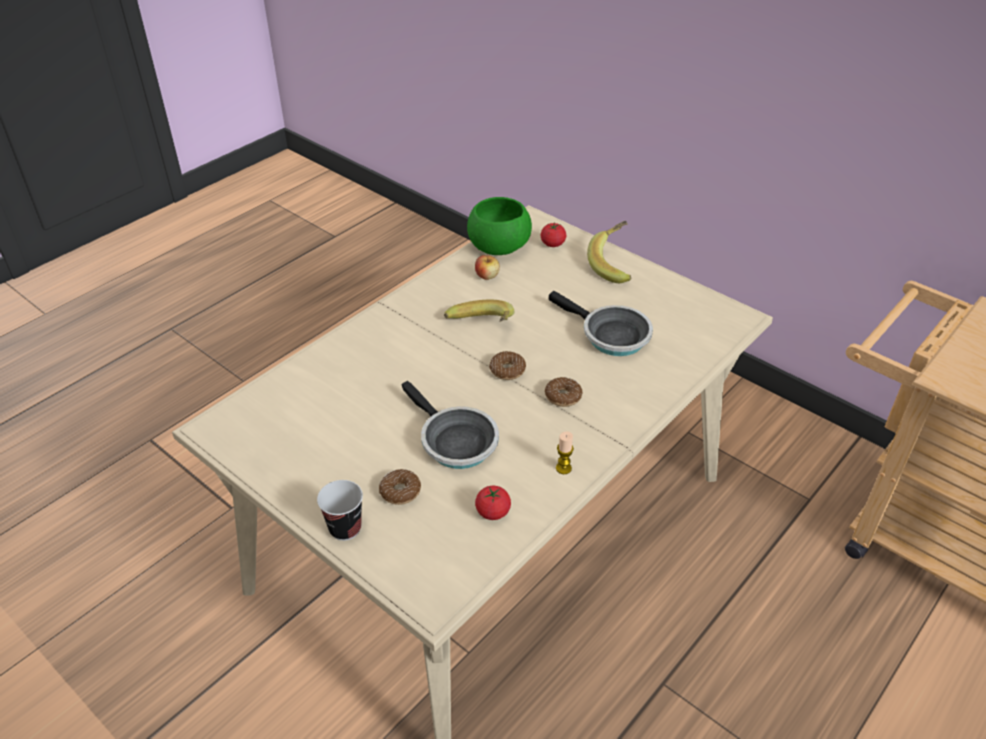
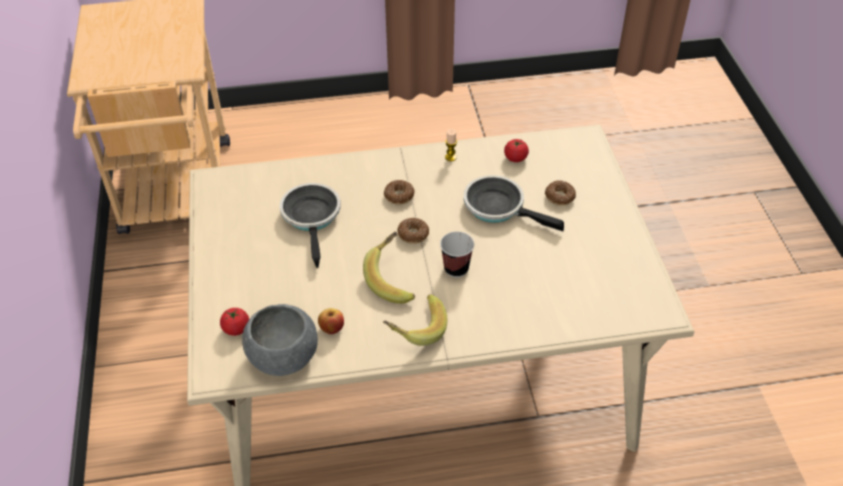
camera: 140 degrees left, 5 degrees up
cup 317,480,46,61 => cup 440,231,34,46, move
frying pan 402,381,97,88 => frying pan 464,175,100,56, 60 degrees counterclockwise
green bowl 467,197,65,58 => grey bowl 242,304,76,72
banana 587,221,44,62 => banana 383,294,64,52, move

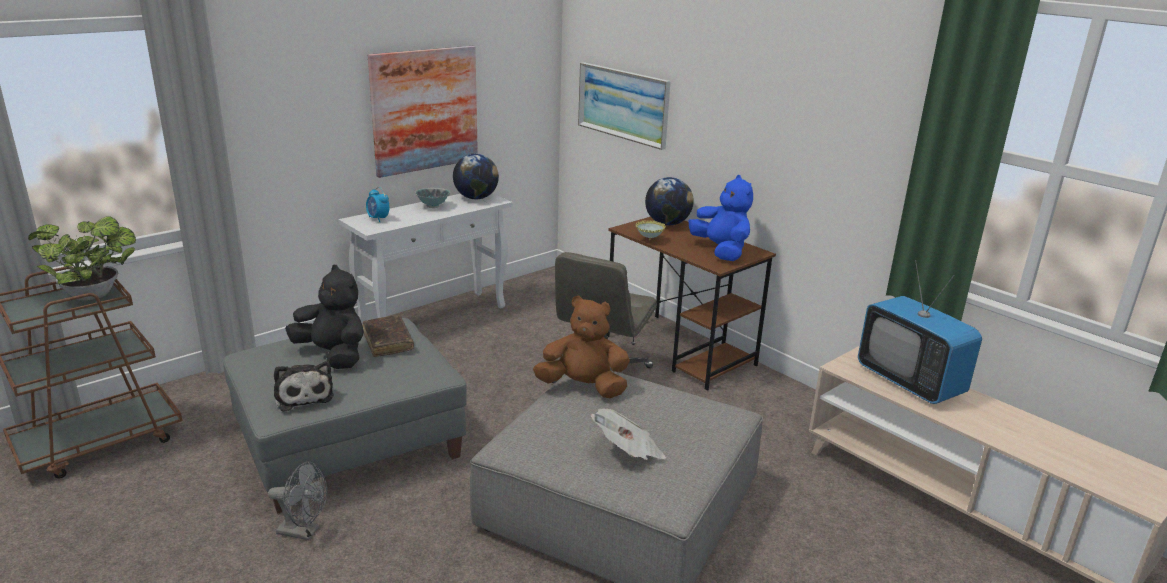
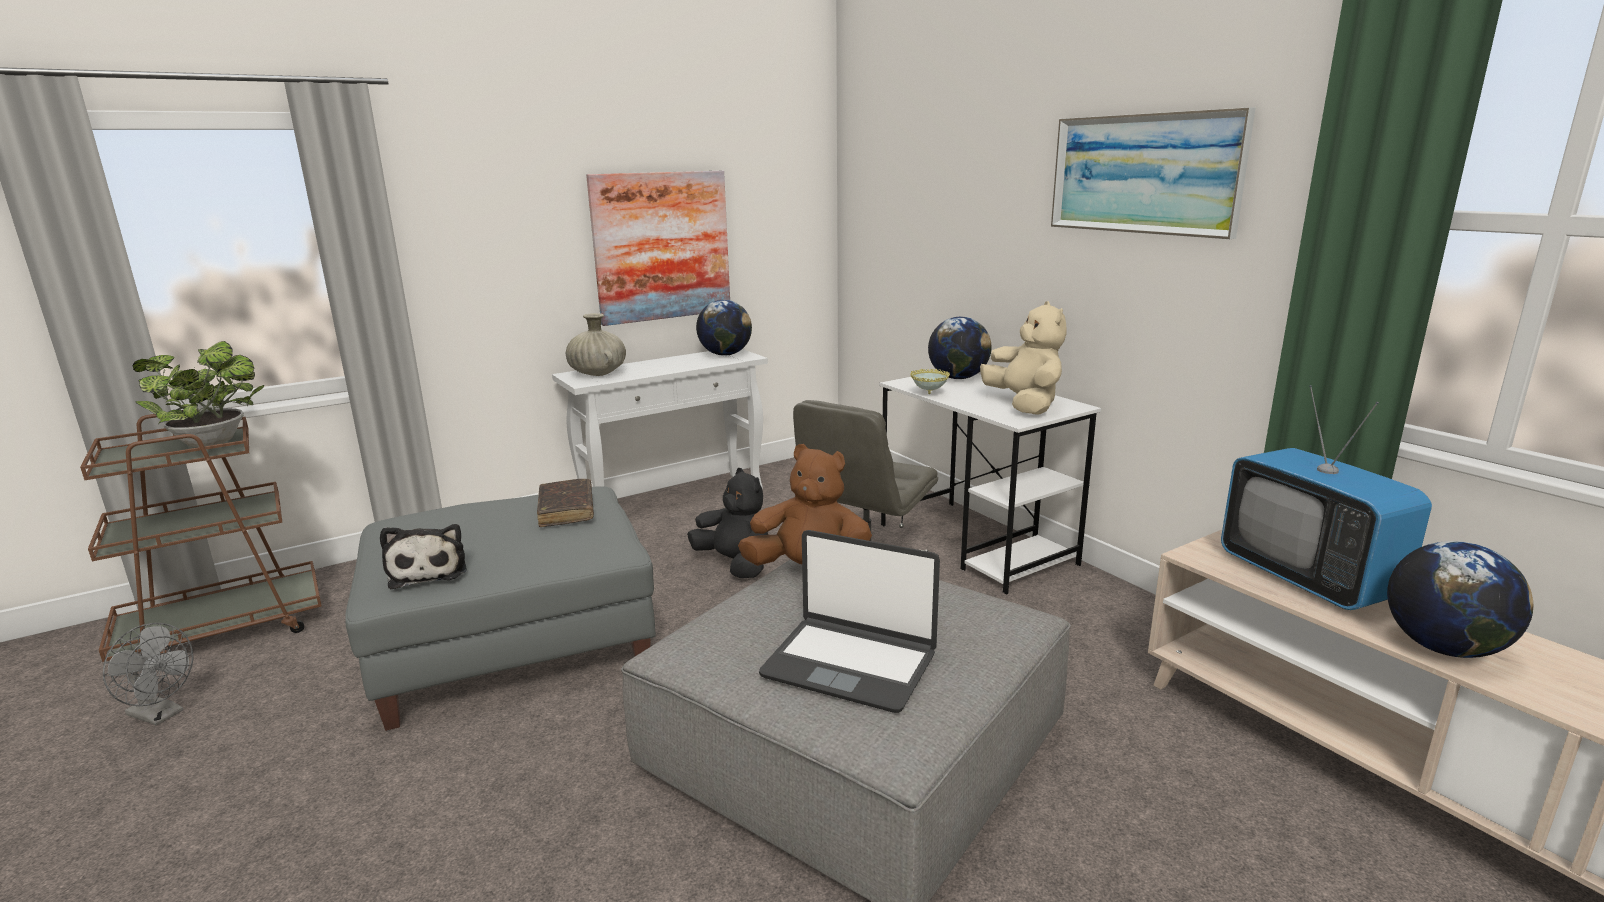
camera: 10 degrees right, 5 degrees down
grey fan 268,462,59,78 => grey fan 103,623,91,103, move
black plush toy 285,265,79,104 => black plush toy 687,468,81,110, move
alarm clock 366,187,23,35 => beige vase 566,313,60,63
bowl 415,188,35,20 => nothing
picture 578,62,93,88 => picture 1051,107,205,132, move
newspaper 591,409,75,51 => laptop 759,530,181,183
brown desk 607,217,169,173 => white desk 879,374,222,220
blue plush toy 688,175,65,86 => beige plush toy 980,301,87,114
nothing => globe 1387,541,146,117

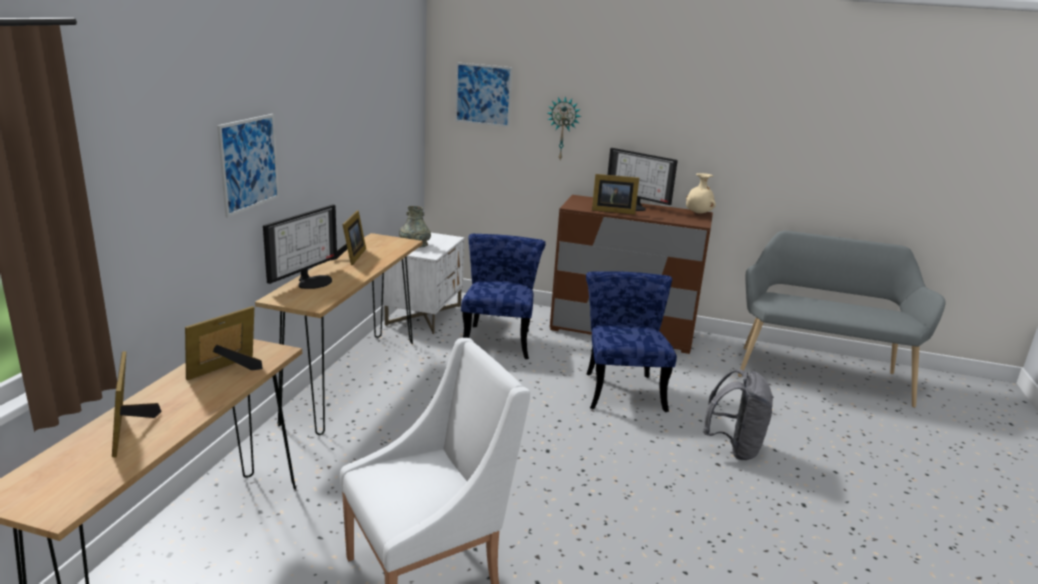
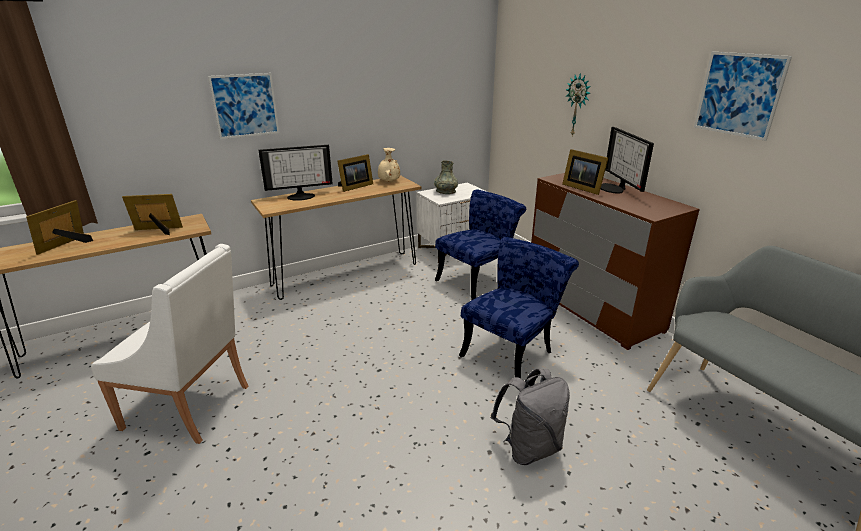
camera: 45 degrees right, 5 degrees up
picture 455,62,58,65 => picture 694,51,98,90, move
beige vase 686,173,30,41 => beige vase 378,148,22,34, move

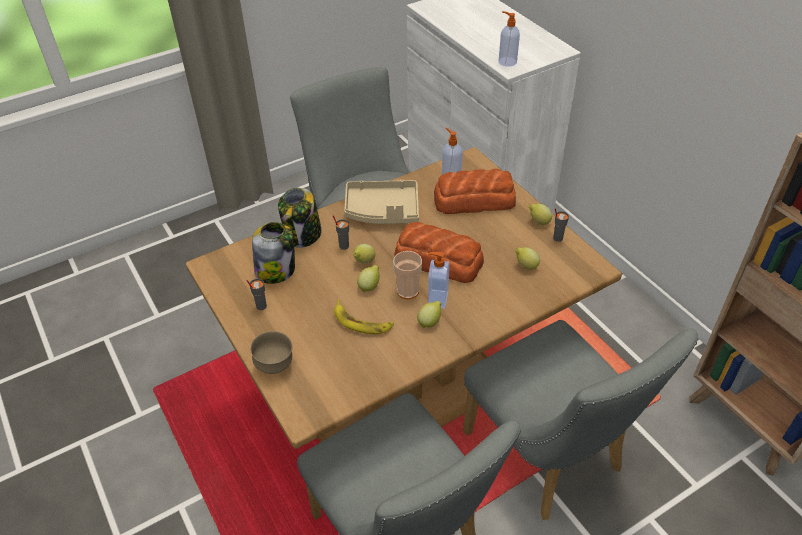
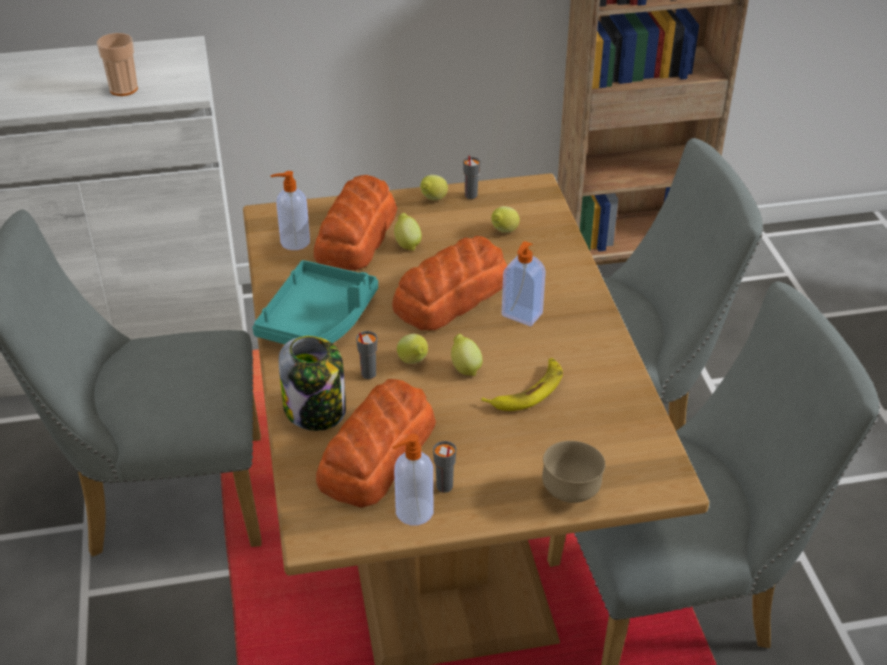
camera: 70 degrees left, 5 degrees down
jar 252,222,43,62 => bread 316,379,120,129
beige tray 344,180,75,44 => turquoise tray 252,260,126,84
cup 393,251,29,48 => cup 97,33,41,63, move
lemon 417,301,25,27 => lemon 394,213,28,37, move
soap dispenser 499,11,21,55 => soap dispenser 392,434,41,91, move

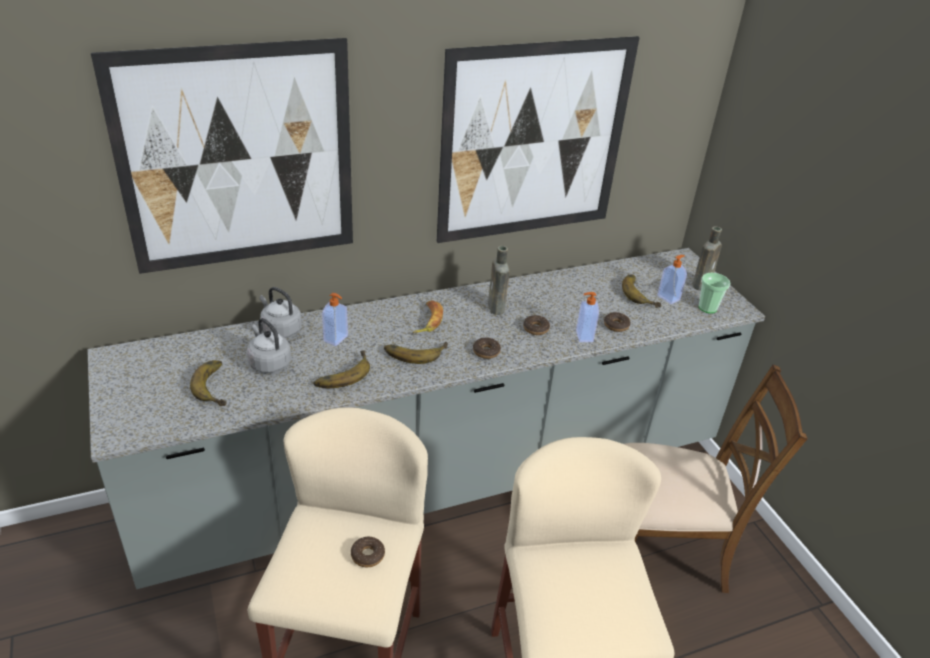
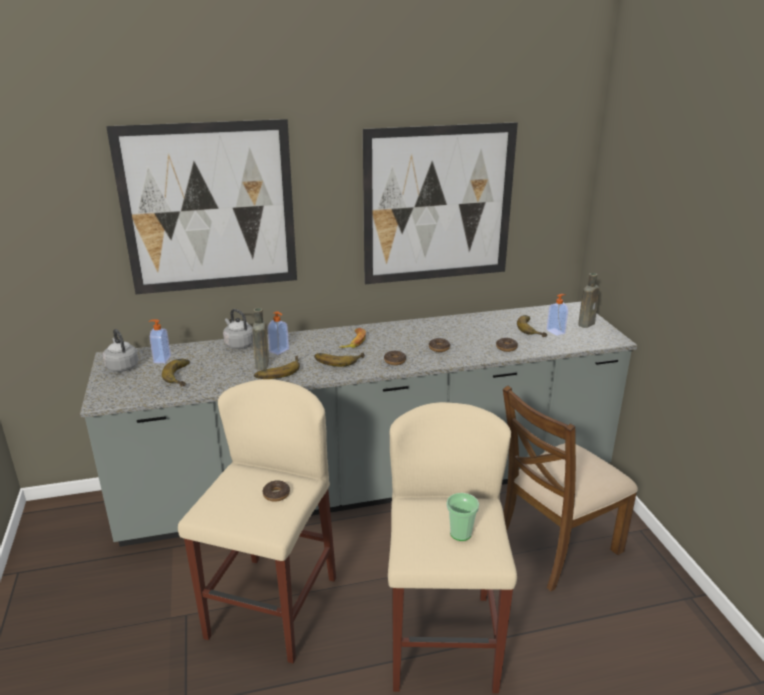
camera: 10 degrees right, 10 degrees down
grey kettle 247,318,44,55 => grey kettle 103,329,36,43, move
brown bottle 488,246,22,69 => brown bottle 252,308,17,62, move
soap dispenser 576,292,23,50 => soap dispenser 149,319,22,44, move
brown chair 625,364,183,229 => brown chair 503,385,135,206, 135 degrees clockwise
cup 699,273,32,40 => cup 447,493,32,48, move

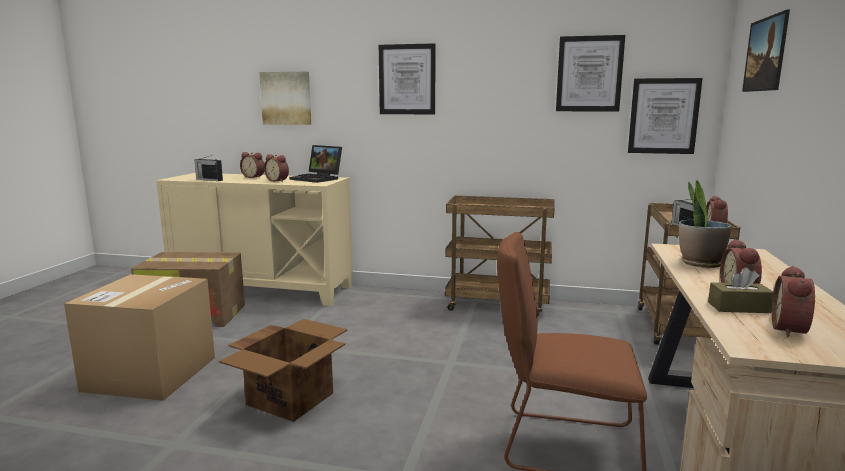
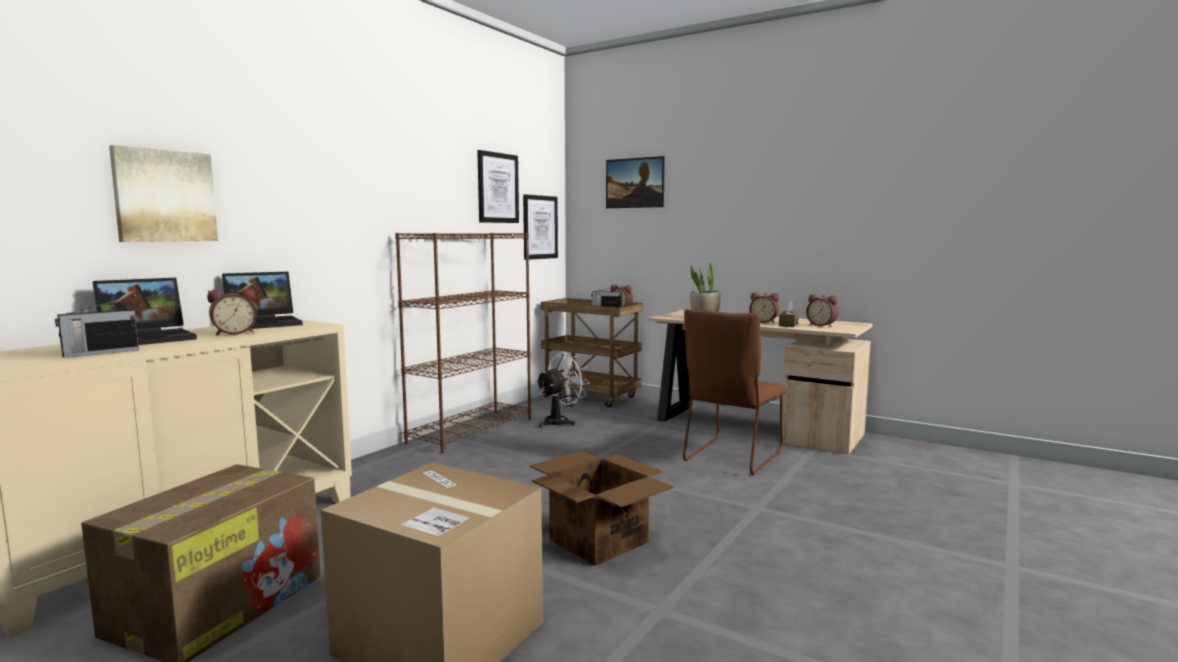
camera: 70 degrees left, 5 degrees down
alarm clock 240,152,24,26 => laptop 92,278,105,67
picture 379,43,57,71 => nothing
brown cart 445,196,110,120 => brown bookcase 395,233,136,220
nothing => white fan 536,353,54,75

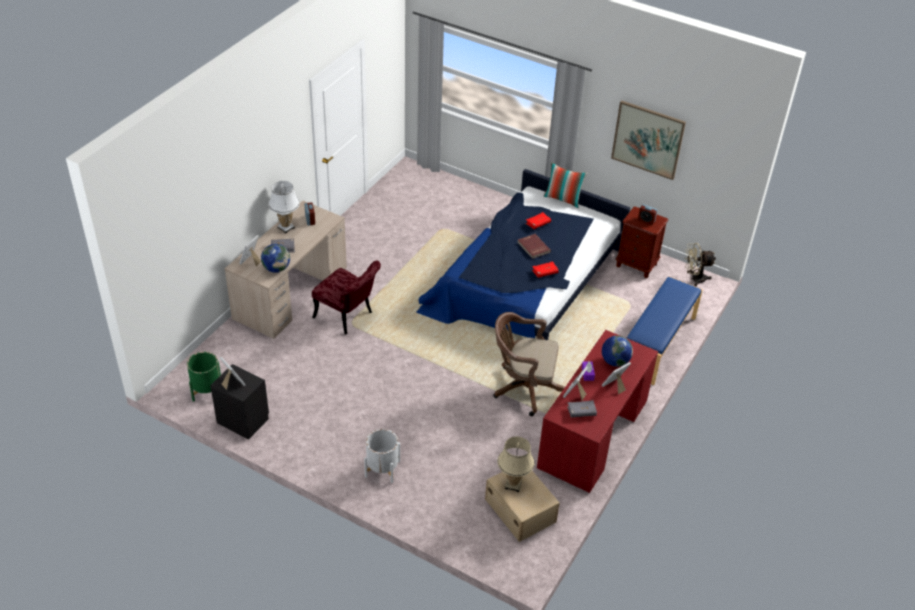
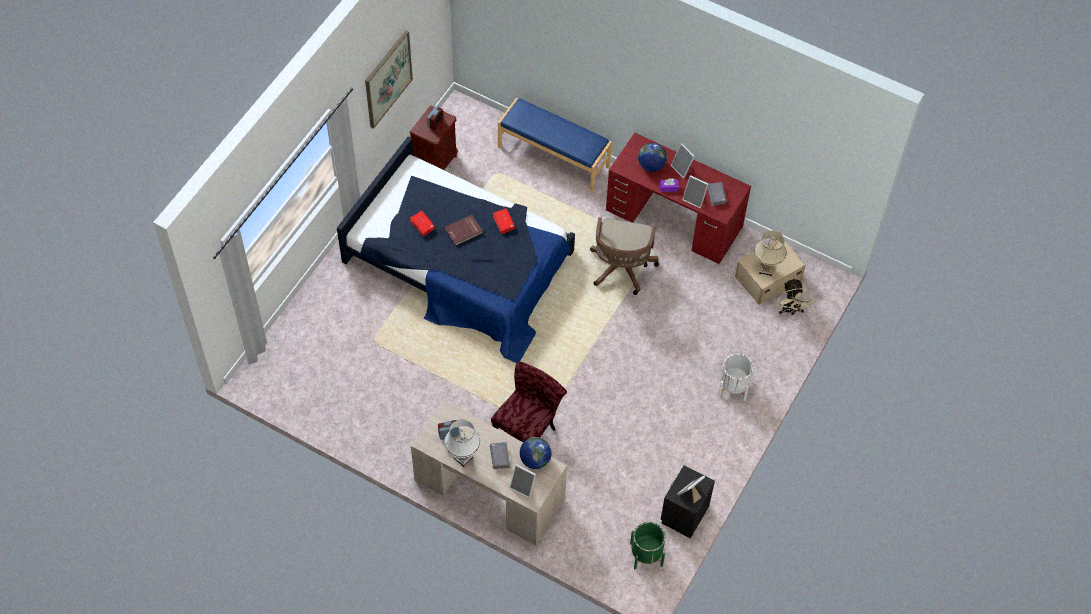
camera: 90 degrees left, 15 degrees up
pillow 544,162,43,46 => nothing
beige fan 685,243,31,44 => beige fan 778,278,37,37, move

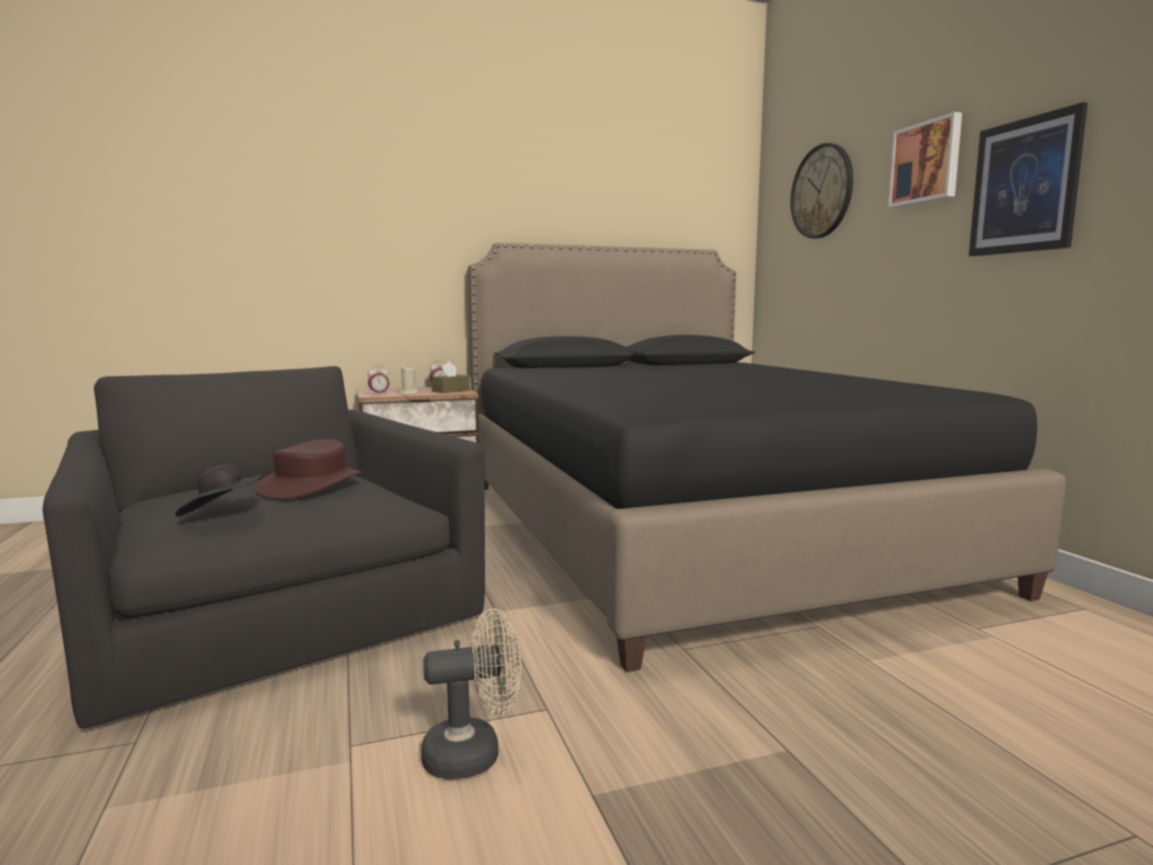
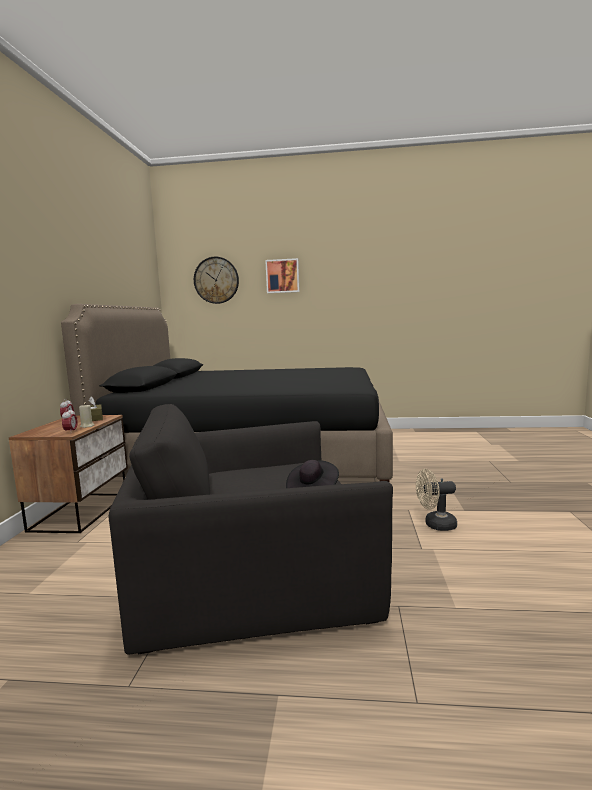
camera: 65 degrees left, 0 degrees up
brown hat 256,439,106,60 => nothing
beige fan 421,608,100,171 => beige fan 416,469,41,62, 105 degrees counterclockwise
picture 969,102,119,154 => nothing

